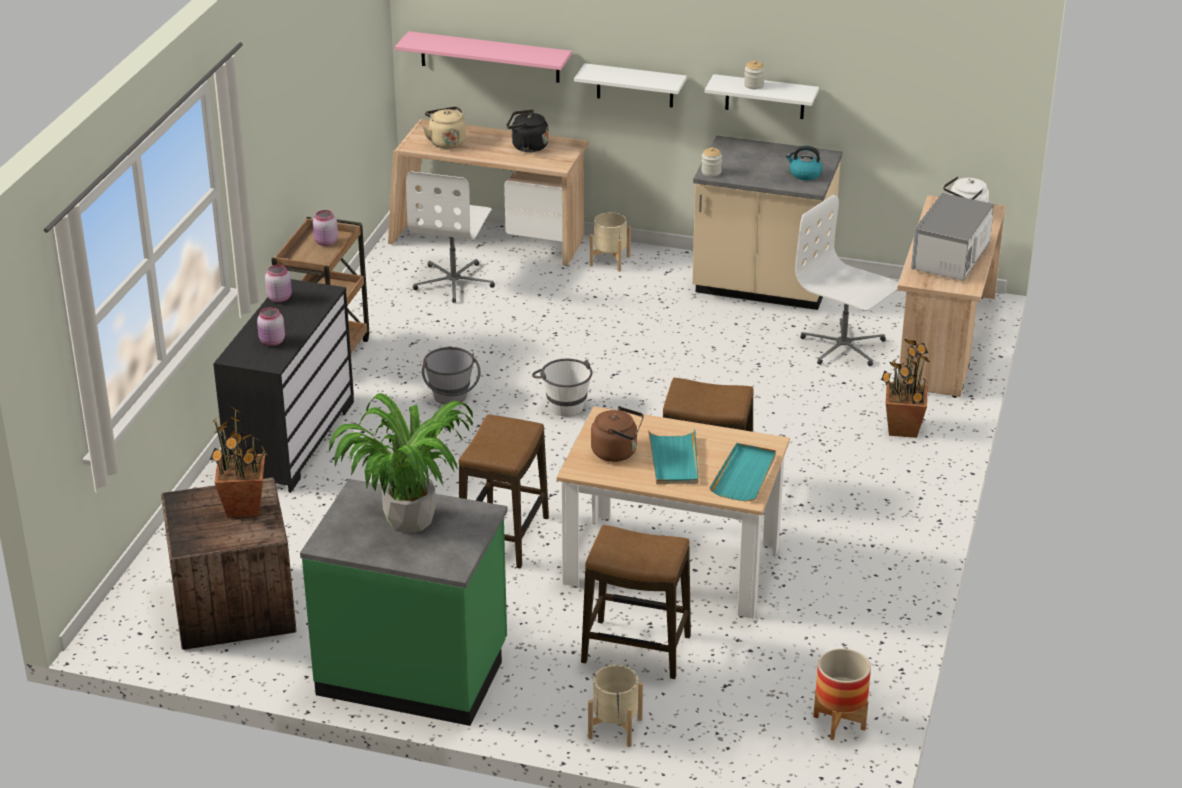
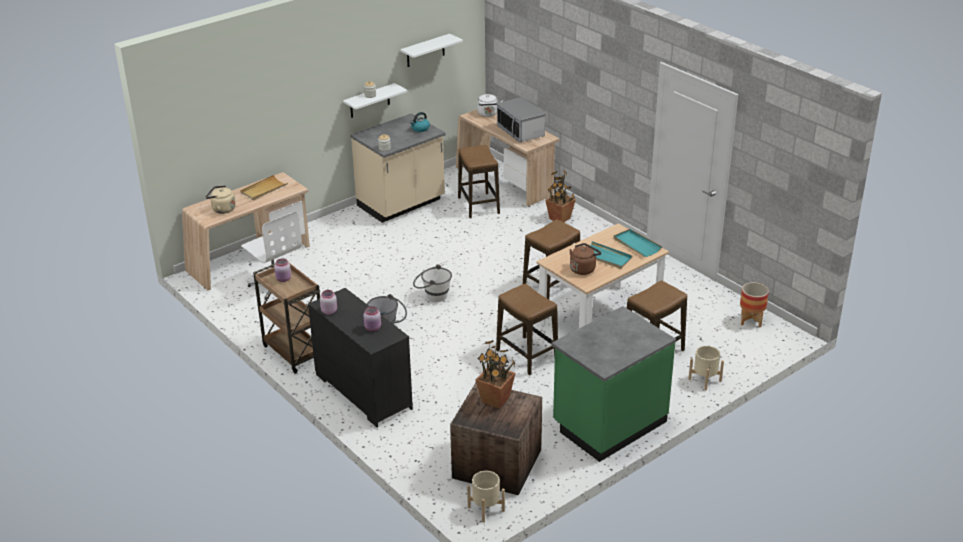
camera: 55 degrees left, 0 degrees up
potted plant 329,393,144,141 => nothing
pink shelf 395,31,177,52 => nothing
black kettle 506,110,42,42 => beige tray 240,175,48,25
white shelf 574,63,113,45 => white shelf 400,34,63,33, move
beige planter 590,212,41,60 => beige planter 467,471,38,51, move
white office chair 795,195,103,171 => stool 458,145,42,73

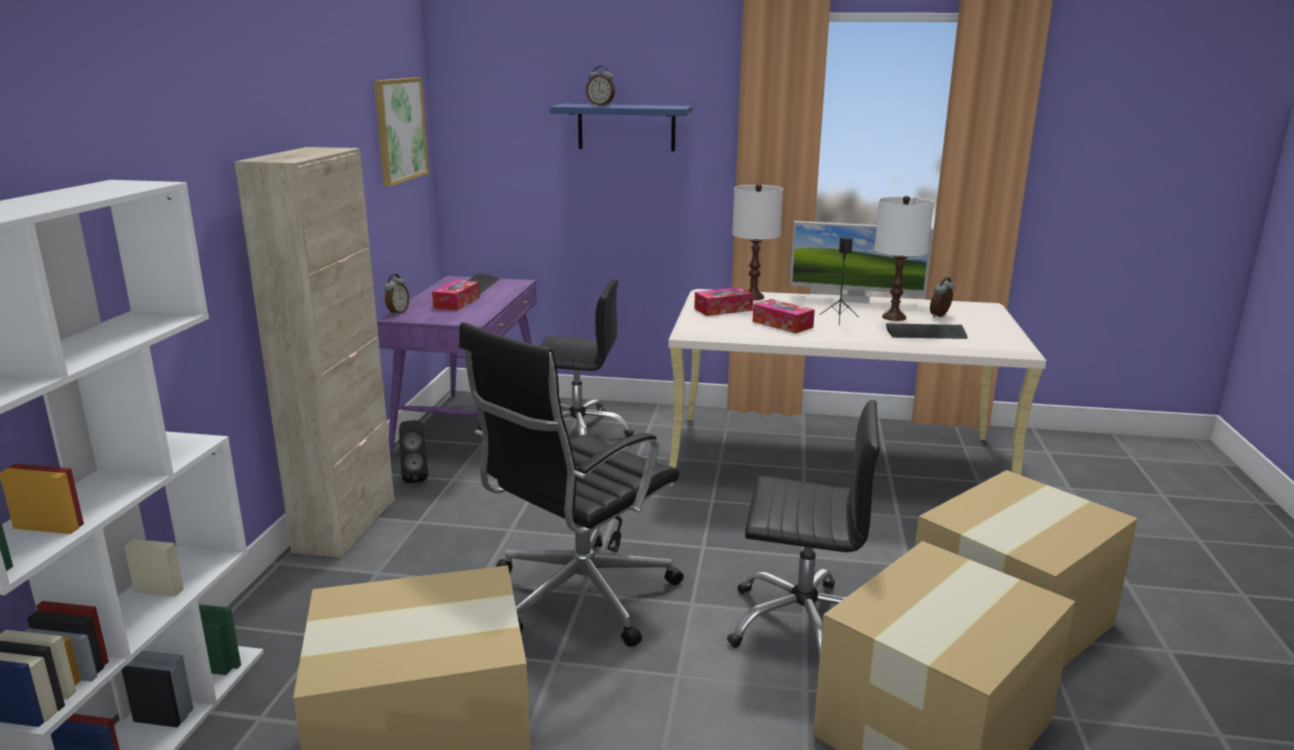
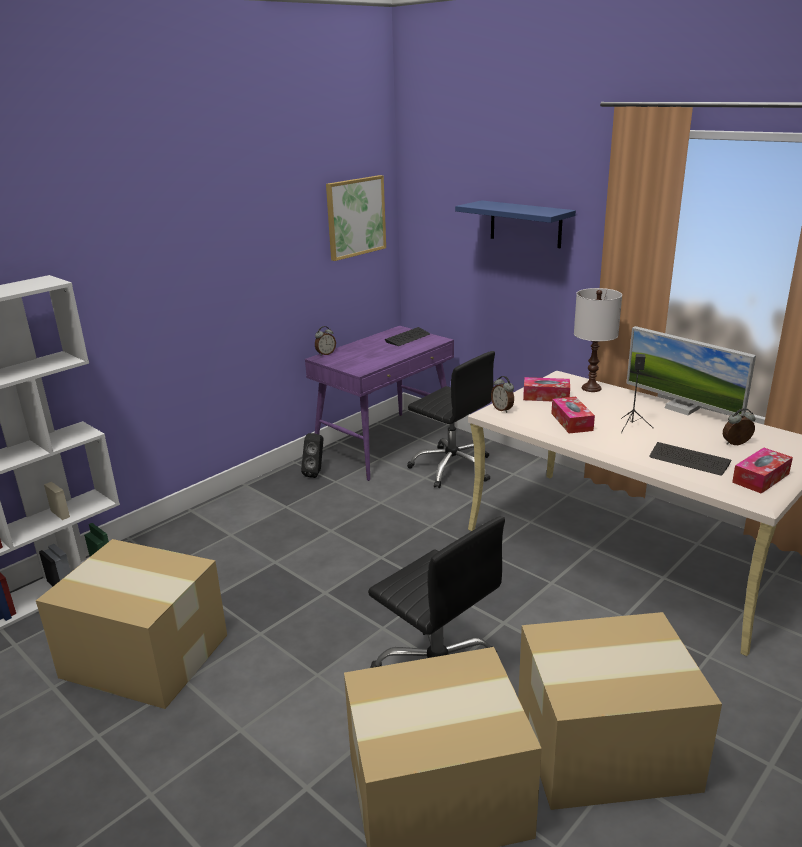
camera: 35 degrees right, 5 degrees up
beige cabinet 234,147,161,411 => nothing
tissue box 432,280,48,31 => tissue box 732,447,61,47, move
black office chair 459,322,225,325 => nothing
alarm clock 586,66,29,40 => alarm clock 491,376,23,37, move
white table lamp 874,196,60,125 => nothing

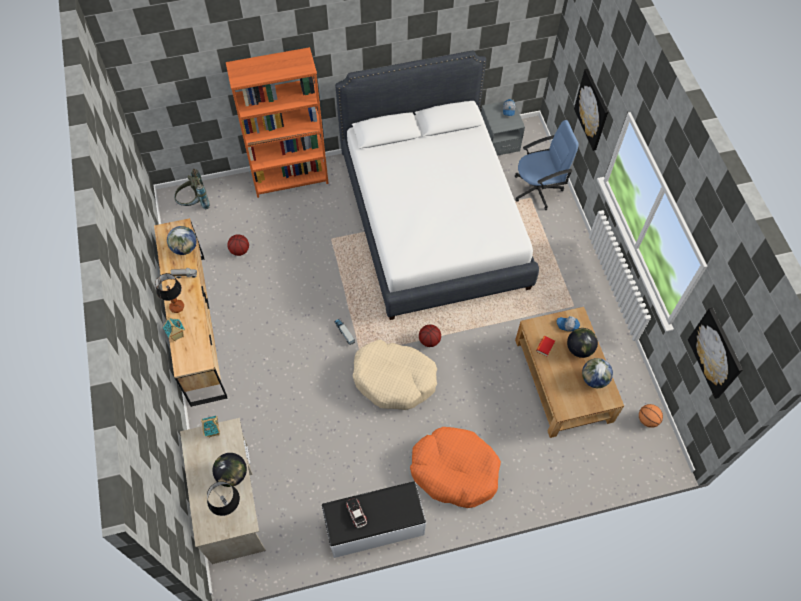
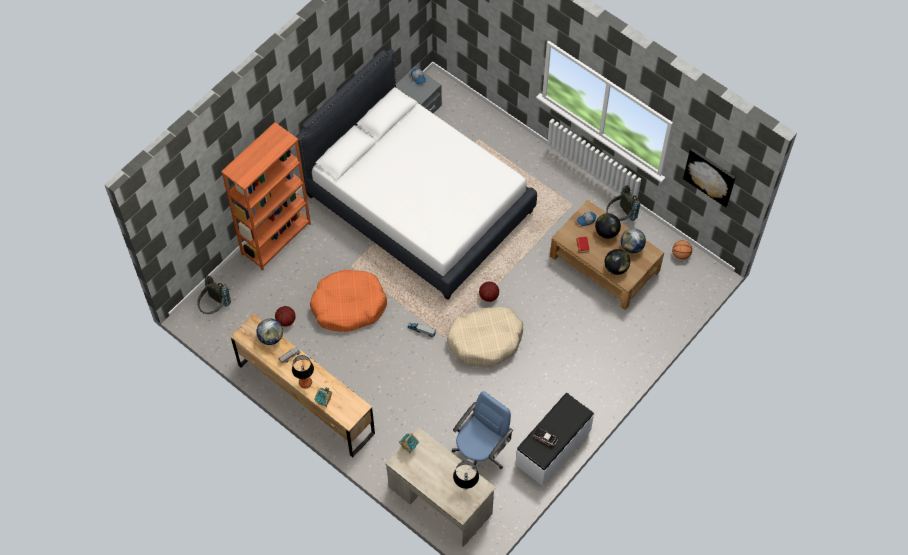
camera: 35 degrees left, 0 degrees up
globe 212,453,35,34 => globe 605,249,25,26, move
orange dog bed 410,427,91,81 => orange dog bed 310,269,77,63, move
blue office chair 515,120,64,90 => blue office chair 452,391,61,79, move
picture 574,69,34,82 => nothing
nothing => grey backpack 606,185,34,36

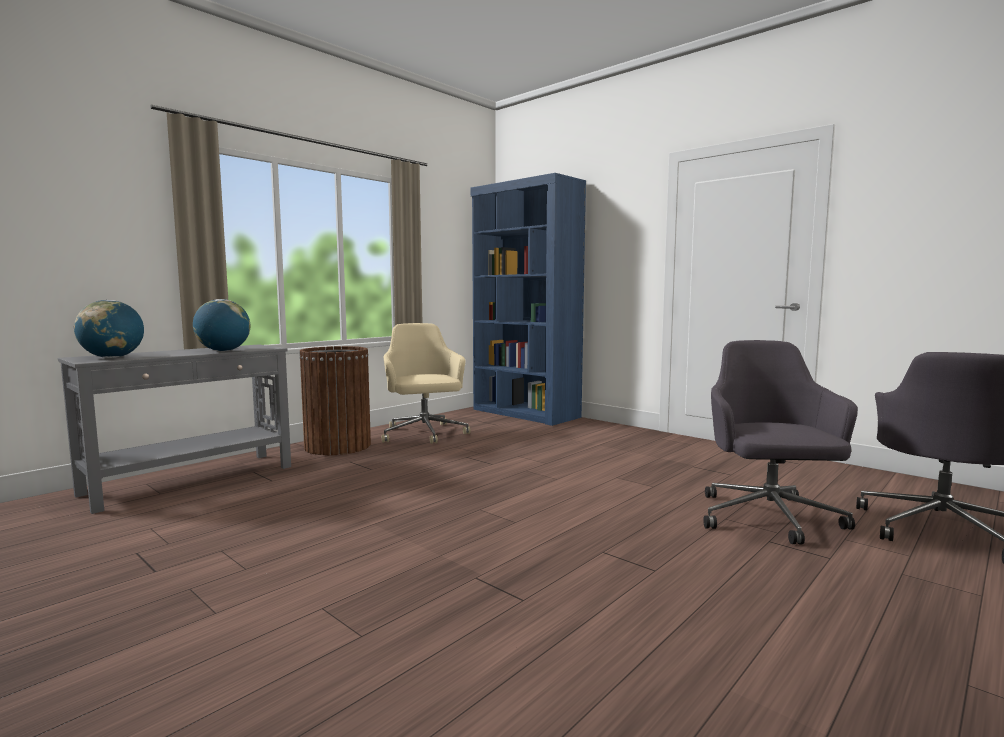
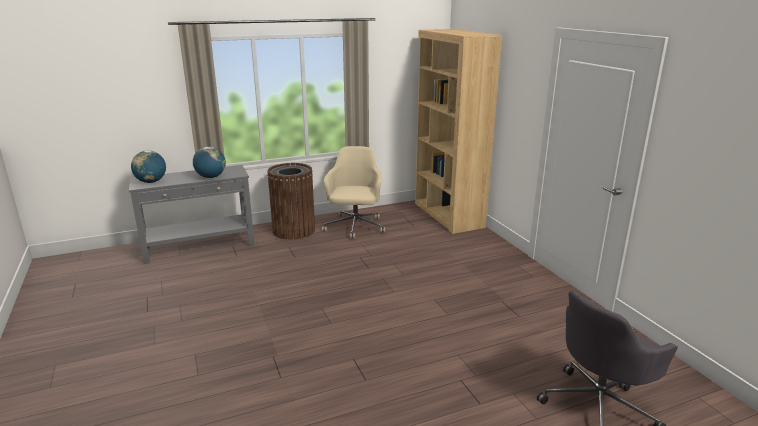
camera: 25 degrees right, 15 degrees up
blue bookcase 471,173,115,253 => brown bookcase 415,29,87,205
grey office chair 703,340,155,205 => nothing

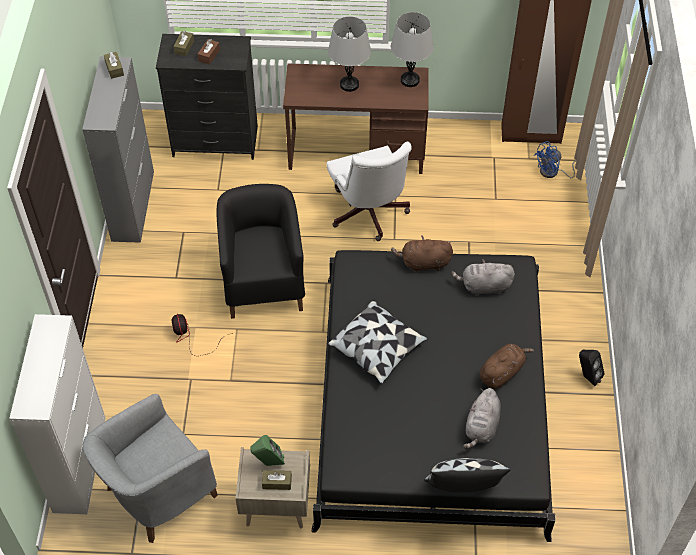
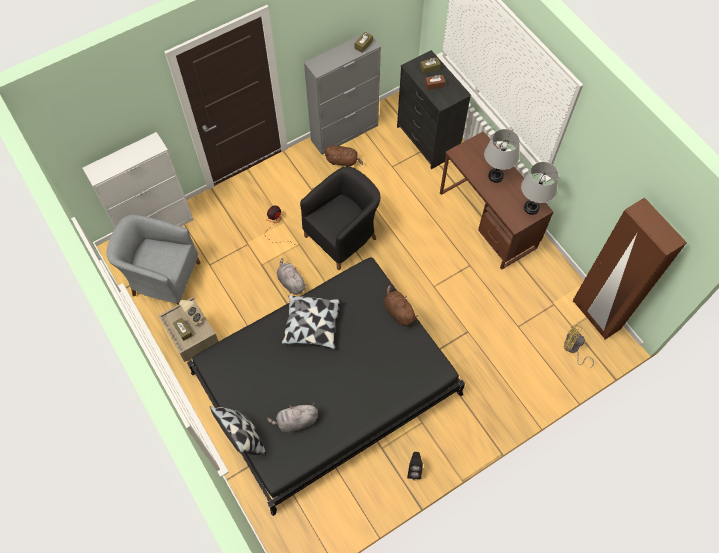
camera: 55 degrees right, 10 degrees up
green speaker 250,435,35,31 => beige speaker 179,300,25,27
white office chair 327,142,85,99 => nothing
grey plush toy 451,259,64,37 => grey plush toy 277,258,30,37, move
brown plush toy 480,344,54,44 => brown plush toy 325,145,38,21, move
blue fan 534,141,43,37 => yellow fan 563,325,31,43

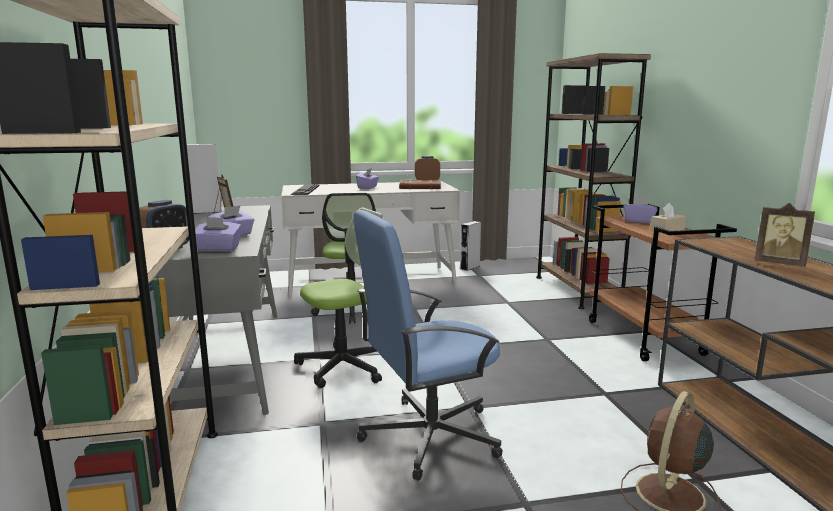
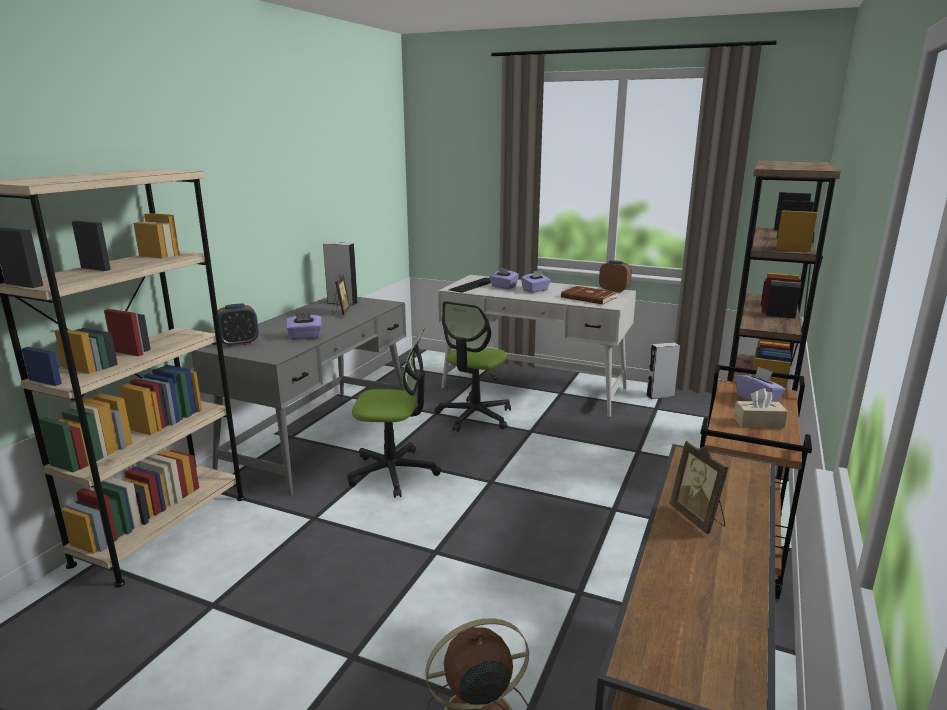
camera: 35 degrees right, 5 degrees up
purple tissue box 195,217,47,34 => purple tissue box 489,267,30,22, move
blue office chair 354,210,149,271 => nothing

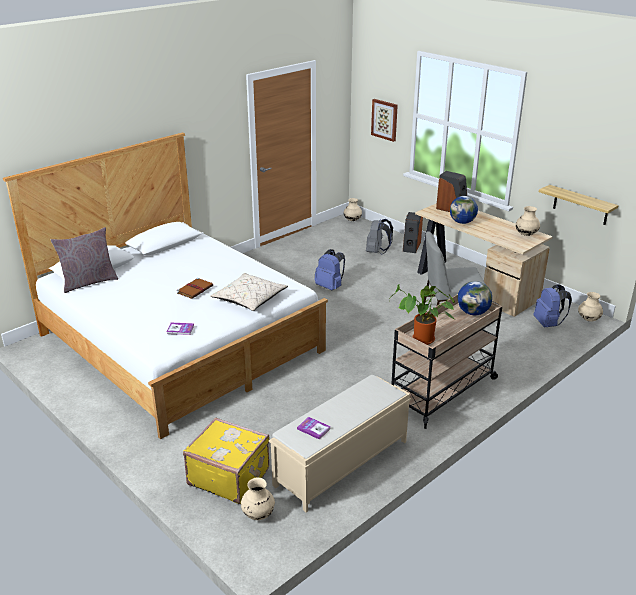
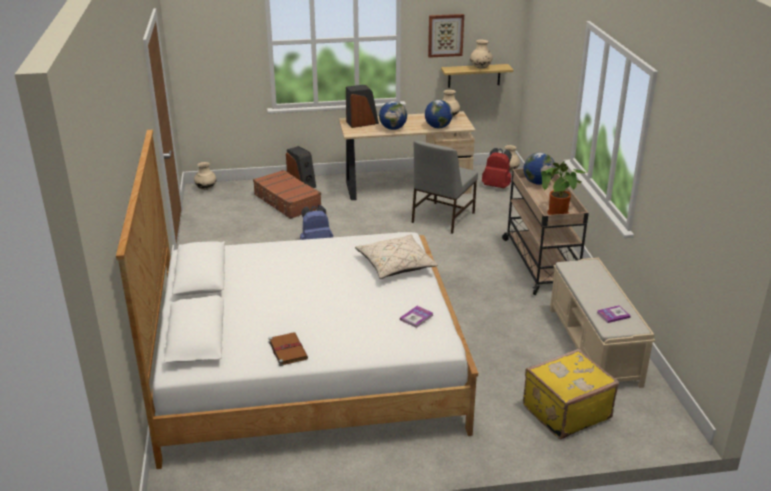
camera: 55 degrees left, 0 degrees up
grey pillow 51,227,67,66 => nothing
brown book 177,278,36,21 => brown book 268,332,40,34, move
beige vase 241,477,34,43 => beige vase 470,40,23,29, move
grey backpack 366,219,27,35 => brown suitcase 253,170,68,49
picture 371,99,27,43 => picture 428,14,36,44, move
blue backpack 533,284,39,44 => red backpack 482,148,30,40
nothing => globe 425,100,28,28

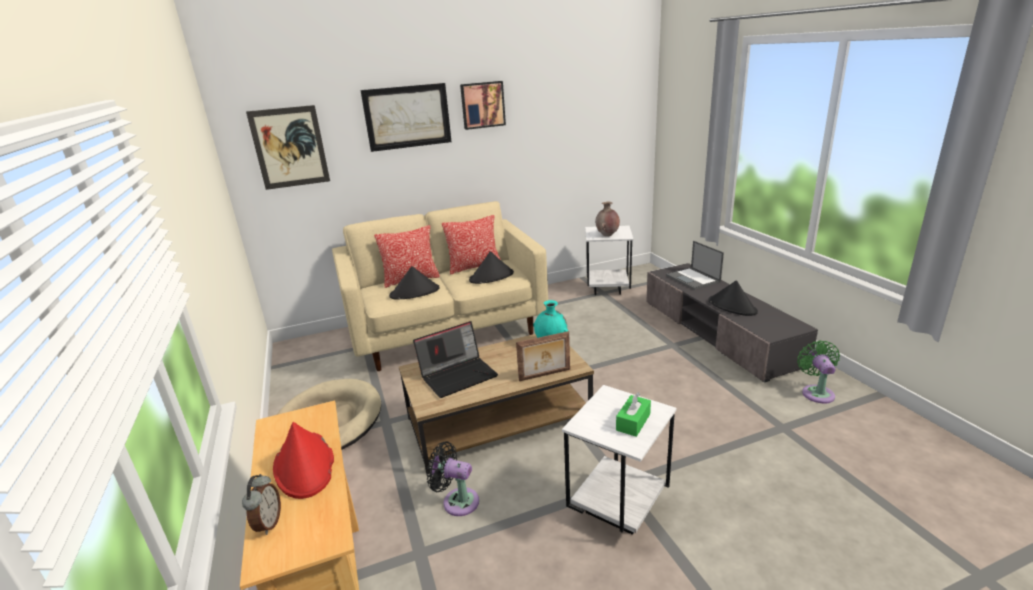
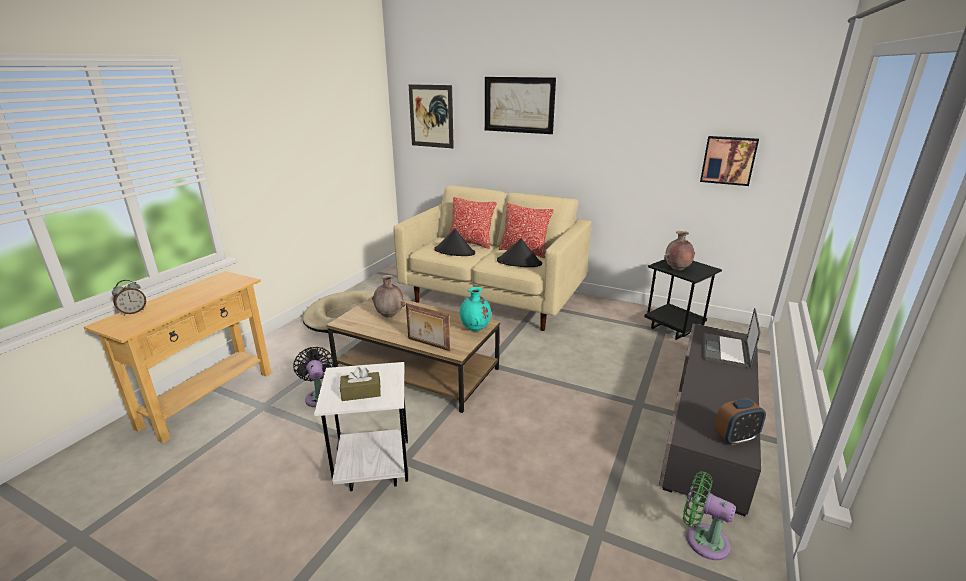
camera: 45 degrees right, 0 degrees up
red hat 273,422,61,77 => nothing
laptop 413,321,85,77 => brown vase 372,275,33,43
picture 460,81,46,49 => picture 700,136,59,50, move
white side table 585,226,49,69 => black side table 644,259,78,81
green tissue box 616,392,35,45 => brown tissue box 340,367,41,34
black hat 708,280,50,36 => nothing
green fan 797,340,43,64 => green fan 683,471,53,89, 105 degrees counterclockwise
nothing => alarm clock 714,399,52,46

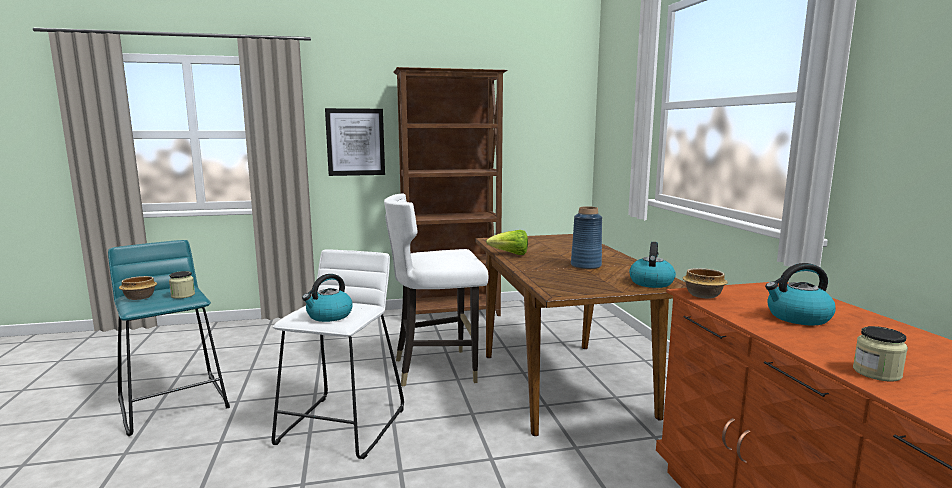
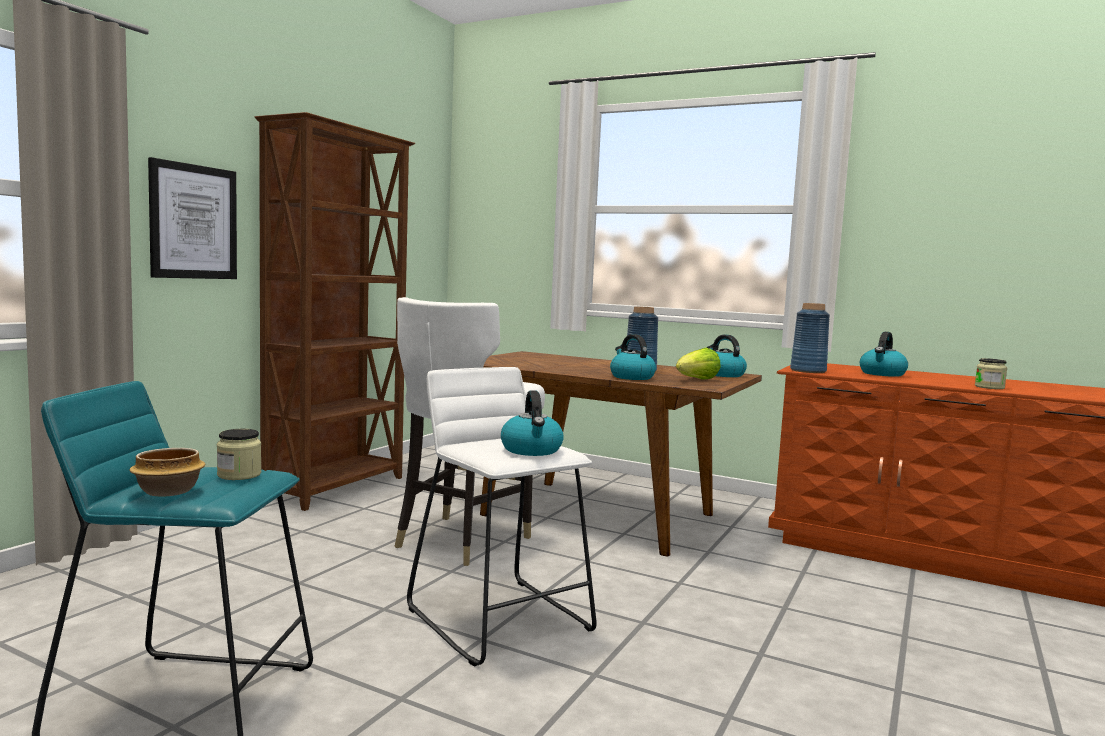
camera: 50 degrees left, 5 degrees down
lettuce 486,230,42,25 => lettuce 676,348,45,32, move
bowl 683,268,45,30 => blue vase 790,303,40,70
nothing => kettle 610,334,46,46

